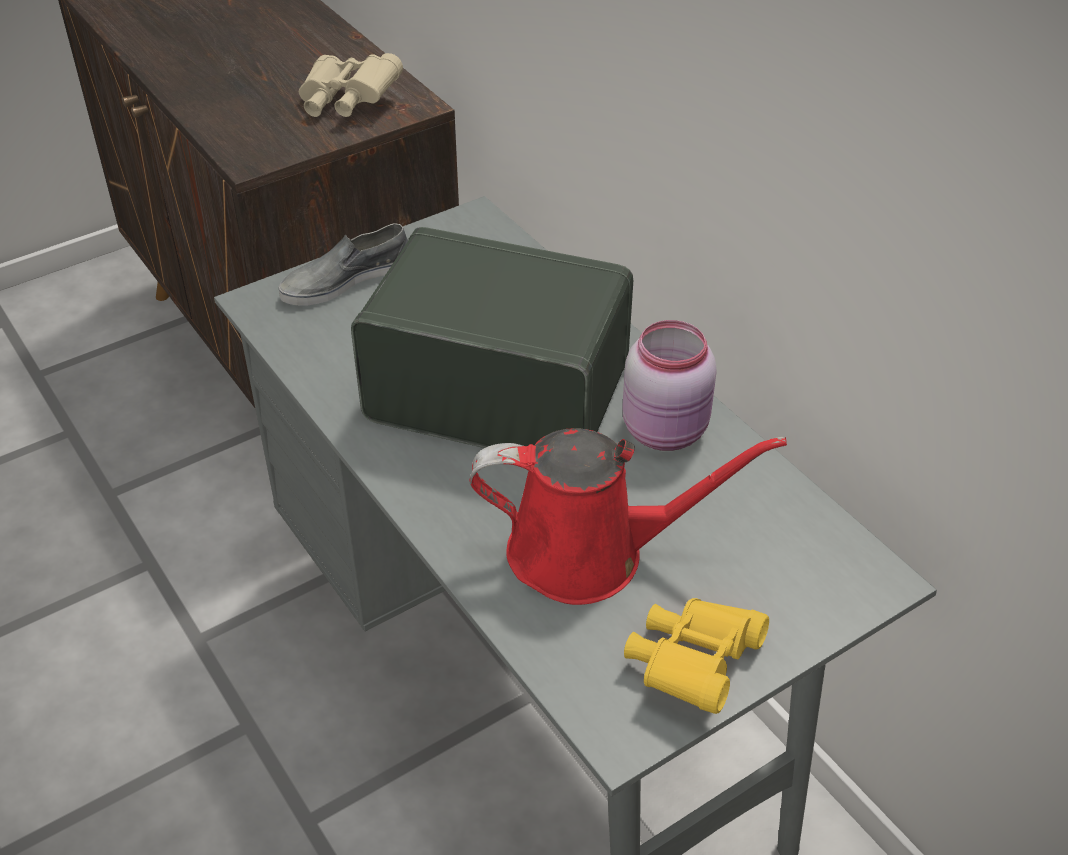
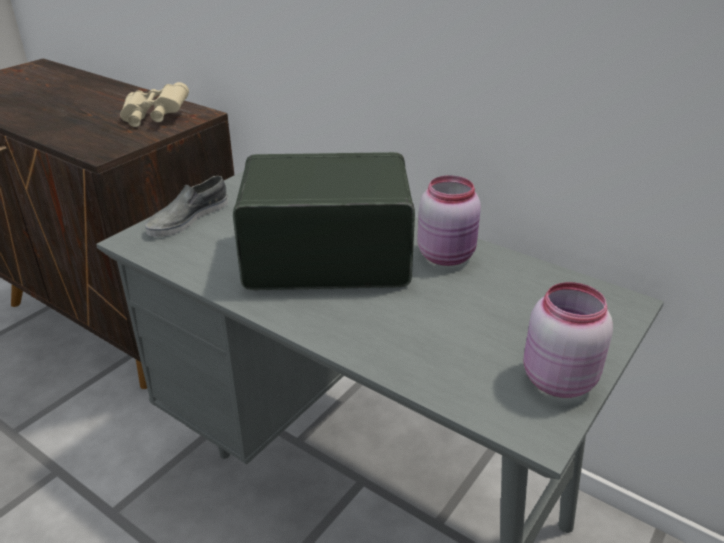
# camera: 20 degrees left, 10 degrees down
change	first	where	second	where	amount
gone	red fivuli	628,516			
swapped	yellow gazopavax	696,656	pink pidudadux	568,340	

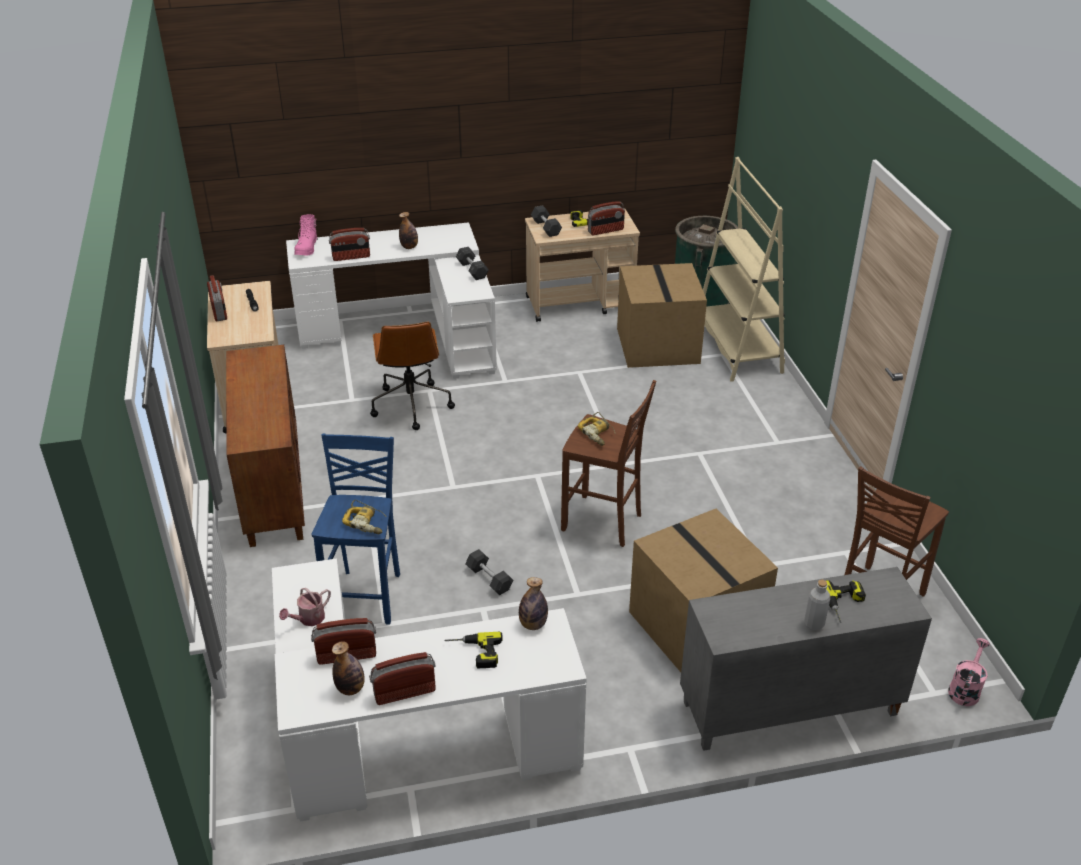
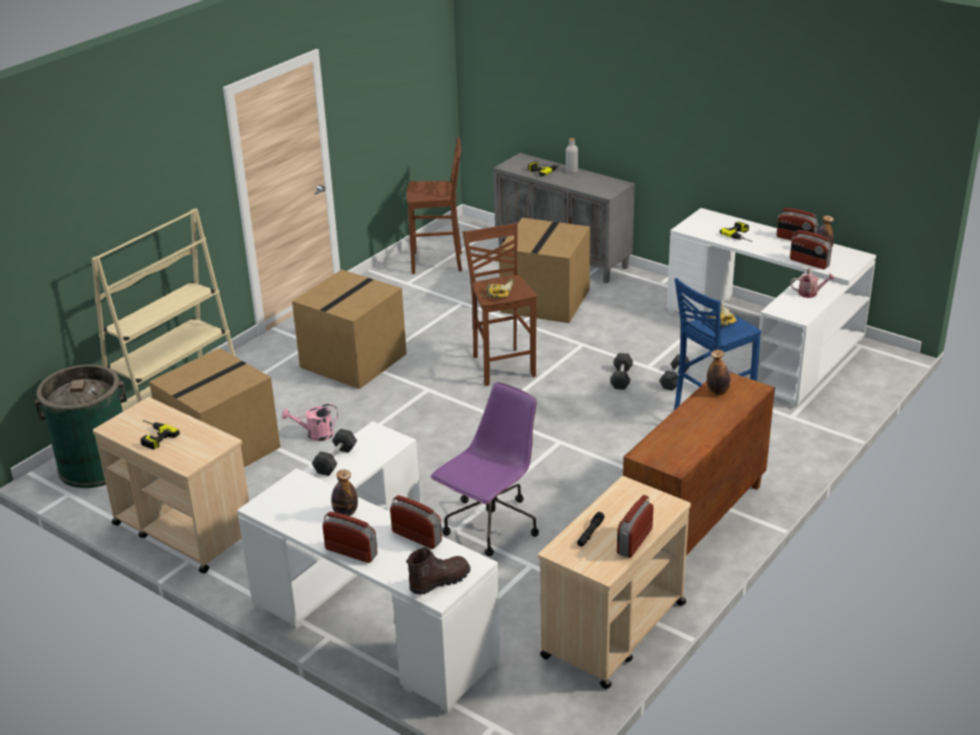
# camera: 130 degrees left, 5 degrees down
change	first	where	second	where	amount
new			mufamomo	349,329	
shifted	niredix	533,603		719,372	
shifted	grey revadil	546,221		674,372	
shifted	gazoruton	606,218		350,537	
shifted	pink fivuli	969,672		310,422	
repainted	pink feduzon	306,235	brown feduzon	438,571	
repainted	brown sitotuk	412,376	purple sitotuk	484,469	

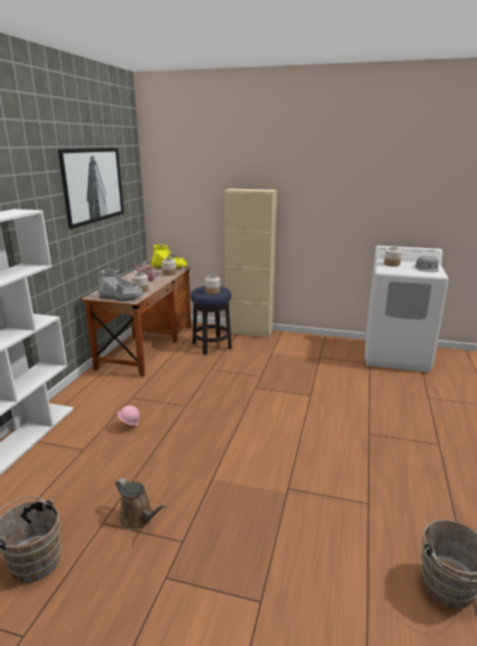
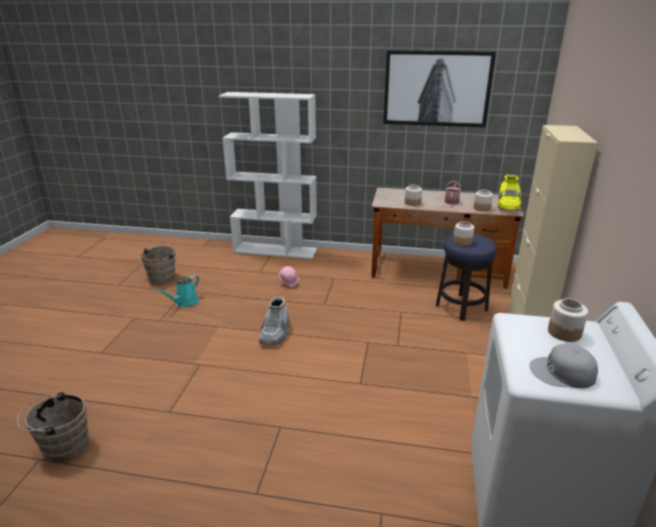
# camera: 85 degrees right, 5 degrees up
change	first	where	second	where	amount
shifted	grey feduzon	121,285		274,321	
repainted	brown fivuli	141,504	turquoise fivuli	177,291	

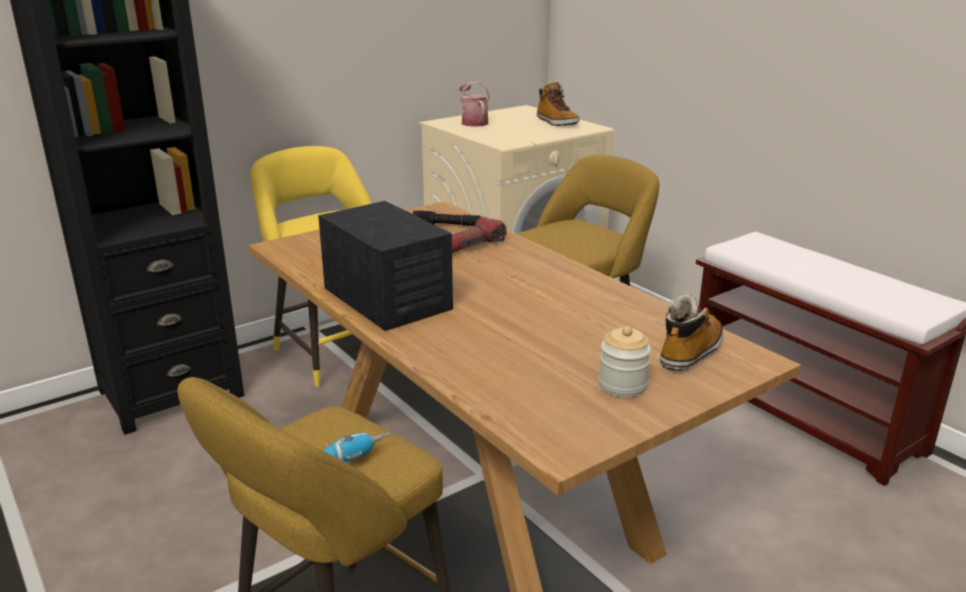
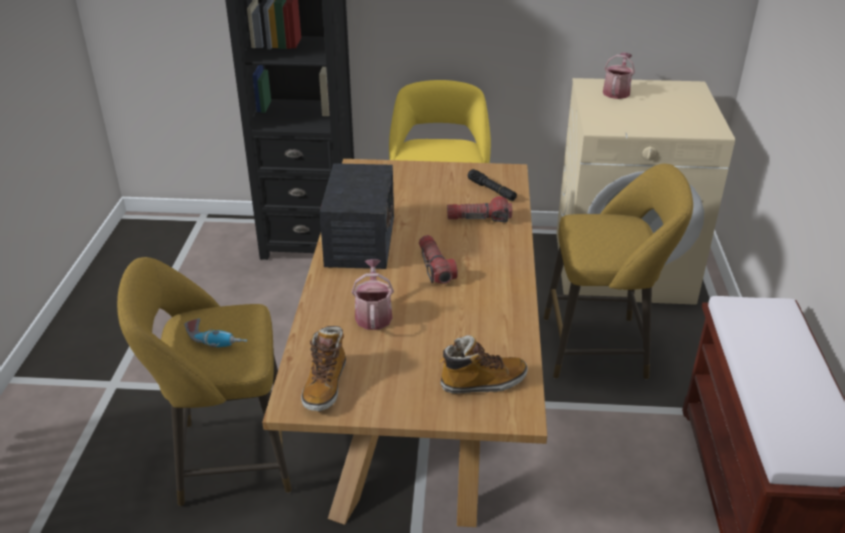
# camera: 40 degrees right, 10 degrees up
change	first	where	second	where	amount
gone	pidudadux	625,361			
new			fivuli	373,294	
new			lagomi	438,259	
shifted	feduzon	558,103		323,368	

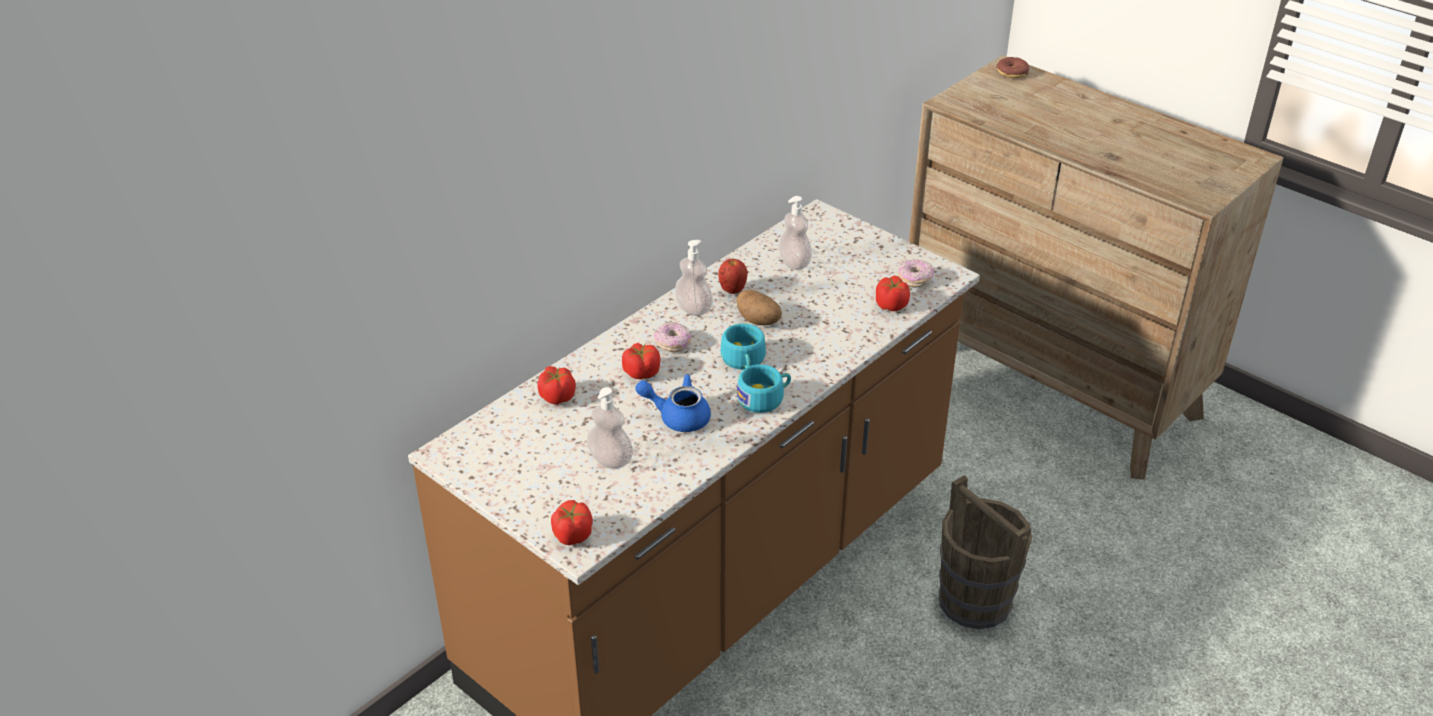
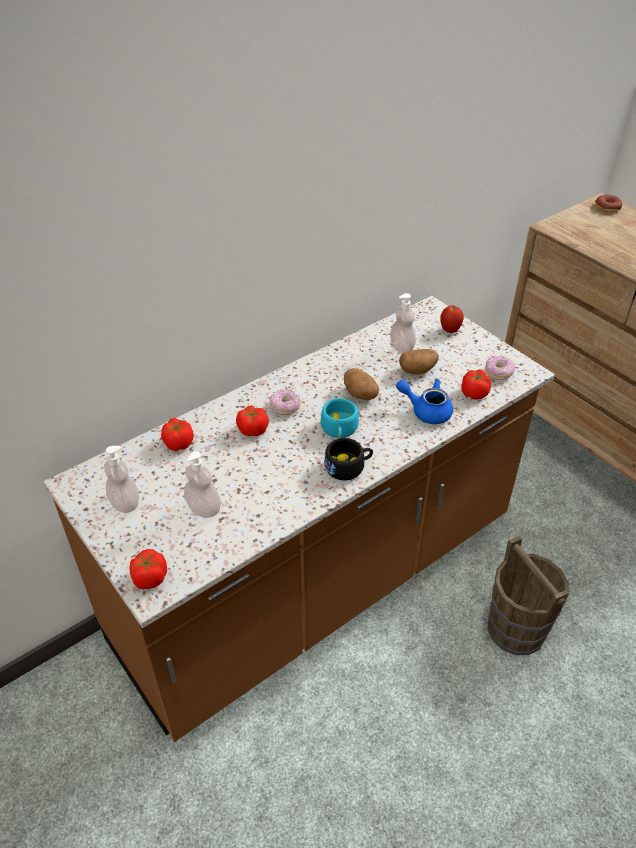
# camera: 10 degrees right, 5 degrees up
change	first	where	second	where	amount
new			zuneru	419,362	
shifted	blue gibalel	673,403		424,401	
shifted	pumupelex	694,278		121,479	
shifted	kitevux	733,276		452,319	
repainted	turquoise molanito	764,388	black molanito	348,459	

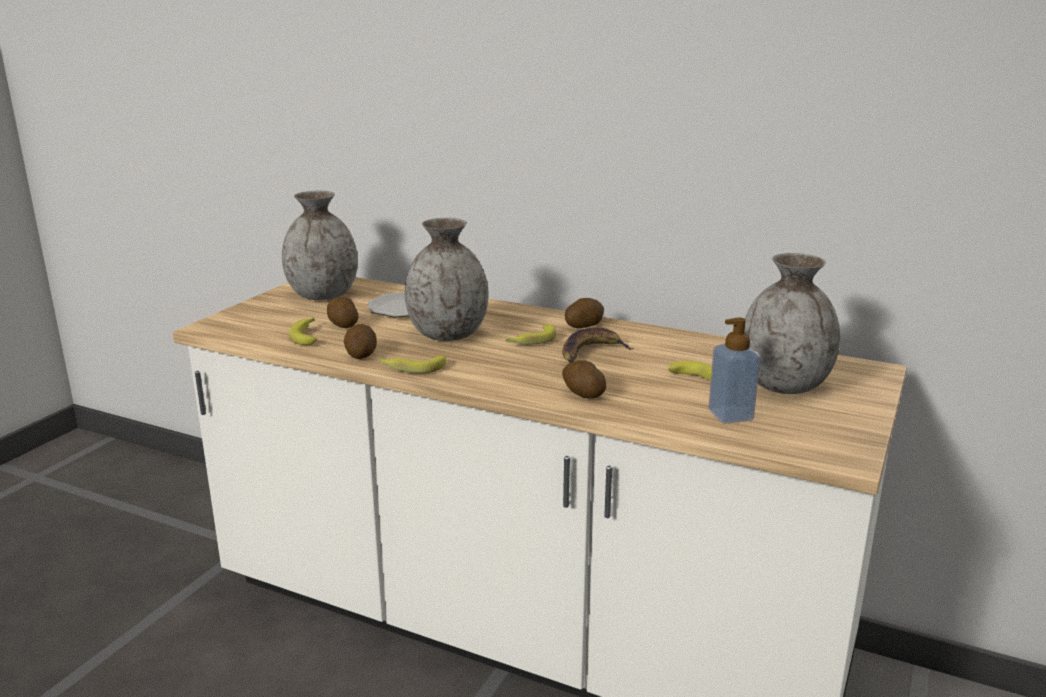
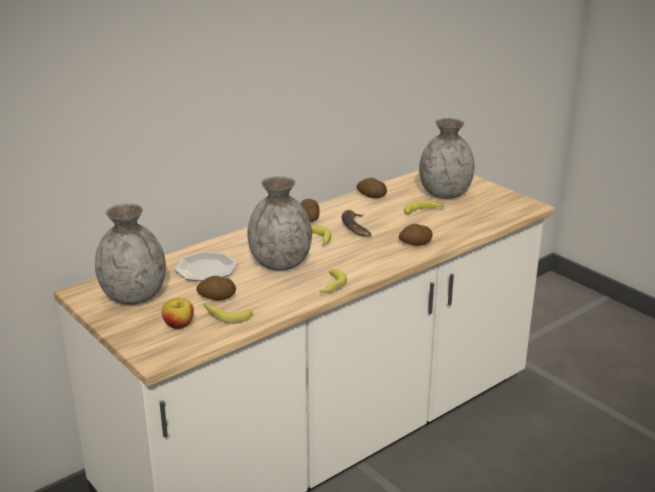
# camera: 65 degrees left, 5 degrees up
change	first	where	second	where	amount
gone	pumupelex	734,370			
new			kitevux	178,313	
shifted	zuneru	360,341		372,188	

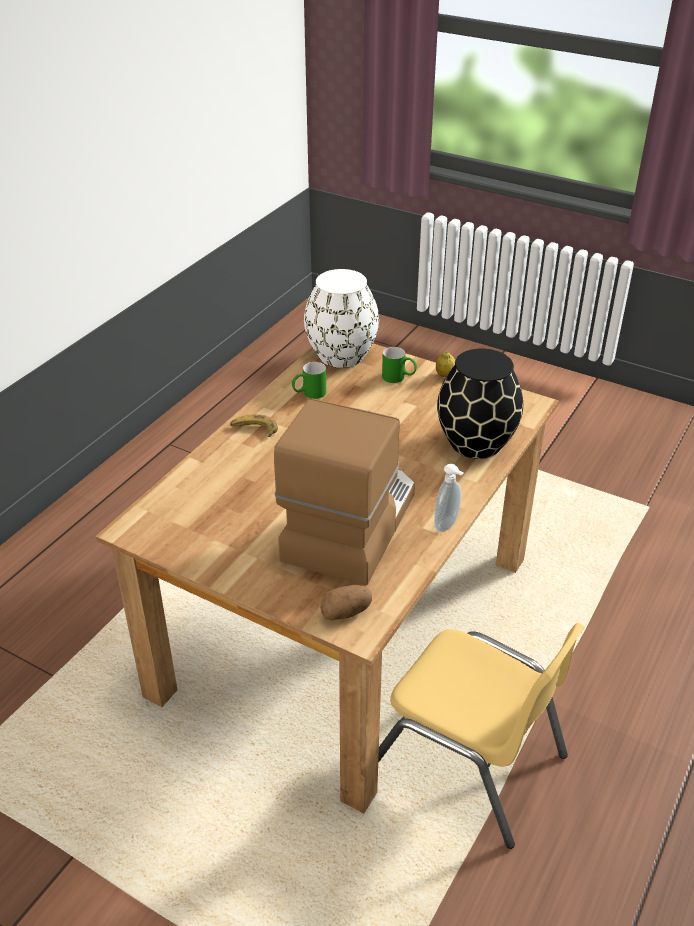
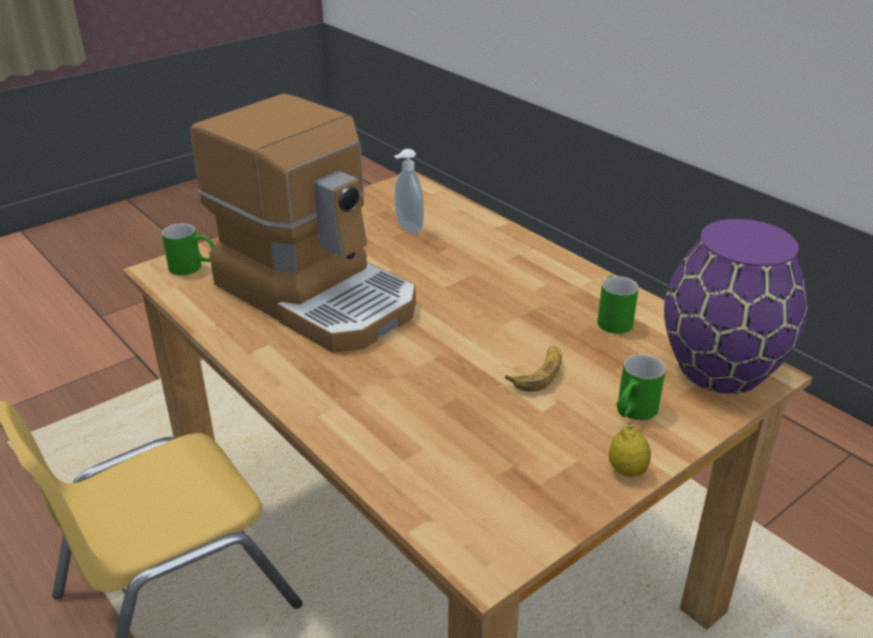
# camera: 110 degrees right, 5 degrees down
change	first	where	second	where	amount
gone	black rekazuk	480,404			
shifted	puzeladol	254,425		533,369	
shifted	pumupelex	448,498		409,191	
swapped	zuneru	346,602	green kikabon	188,249	
repainted	white rekazuk	341,318	purple rekazuk	735,306	

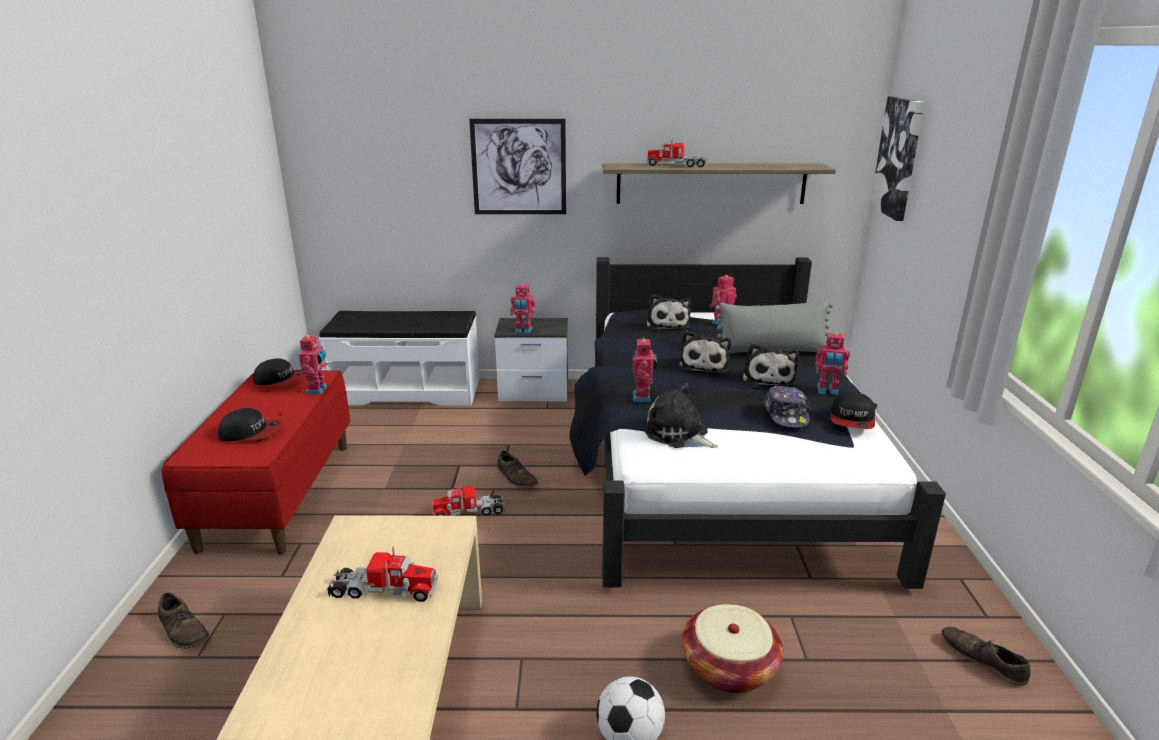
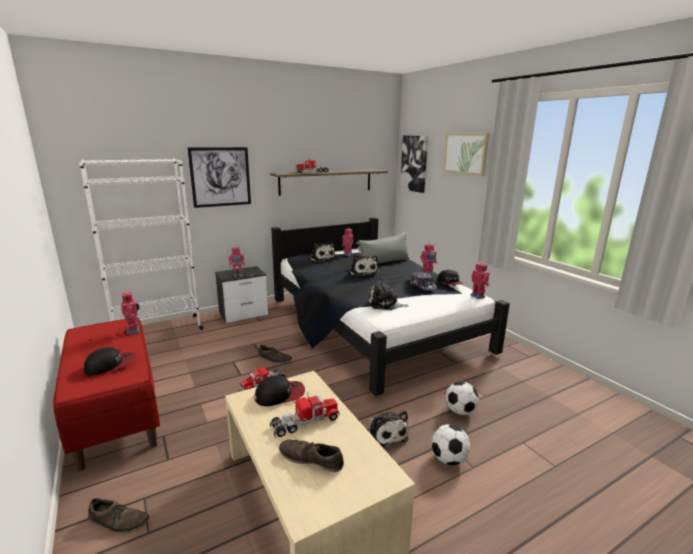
# camera: 30 degrees left, 5 degrees down
change	first	where	second	where	amount
new			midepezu	466,154	
shifted	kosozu	279,372		279,390	
shifted	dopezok	644,369		480,280	
shifted	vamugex	771,365		388,429	
shifted	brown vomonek	985,656		311,456	
swapped	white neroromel	399,358	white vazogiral	141,244	
swapped	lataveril	733,648	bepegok	462,398	

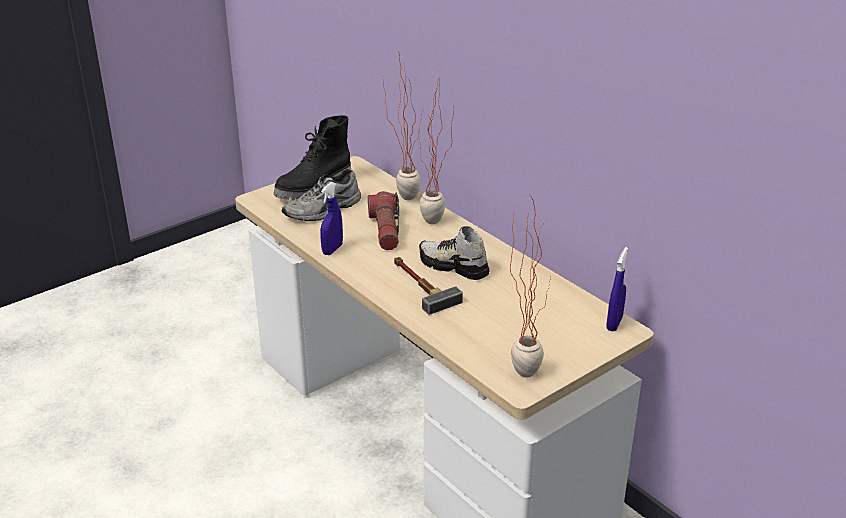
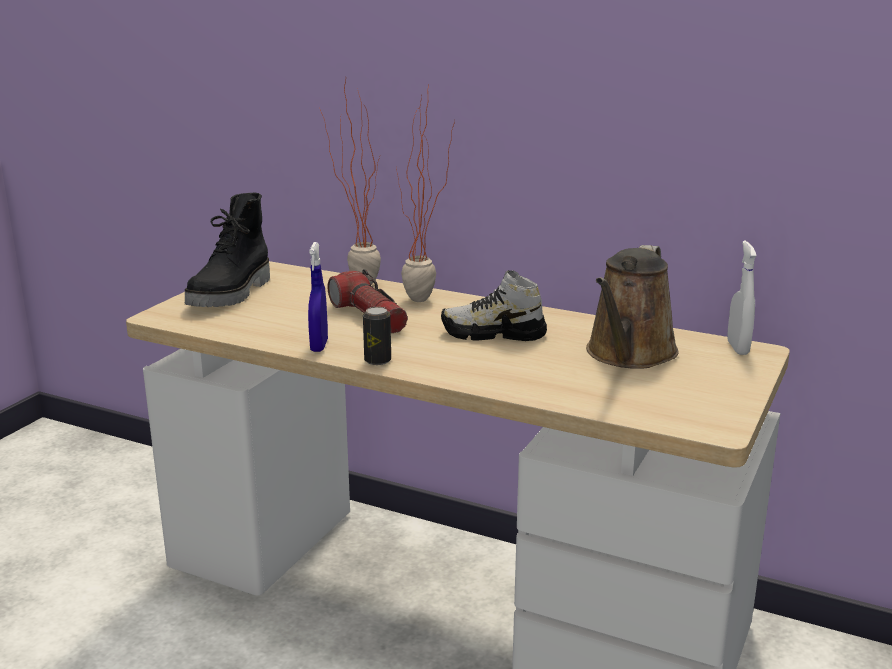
# camera: 25 degrees left, 10 degrees down
change	first	where	second	where	amount
gone	grey vomonek	321,195			
gone	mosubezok	428,286			
gone	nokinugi	530,288			
new			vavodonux	377,336	
new			brown fivuli	632,307	
repainted	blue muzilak	617,289	white muzilak	742,298	

